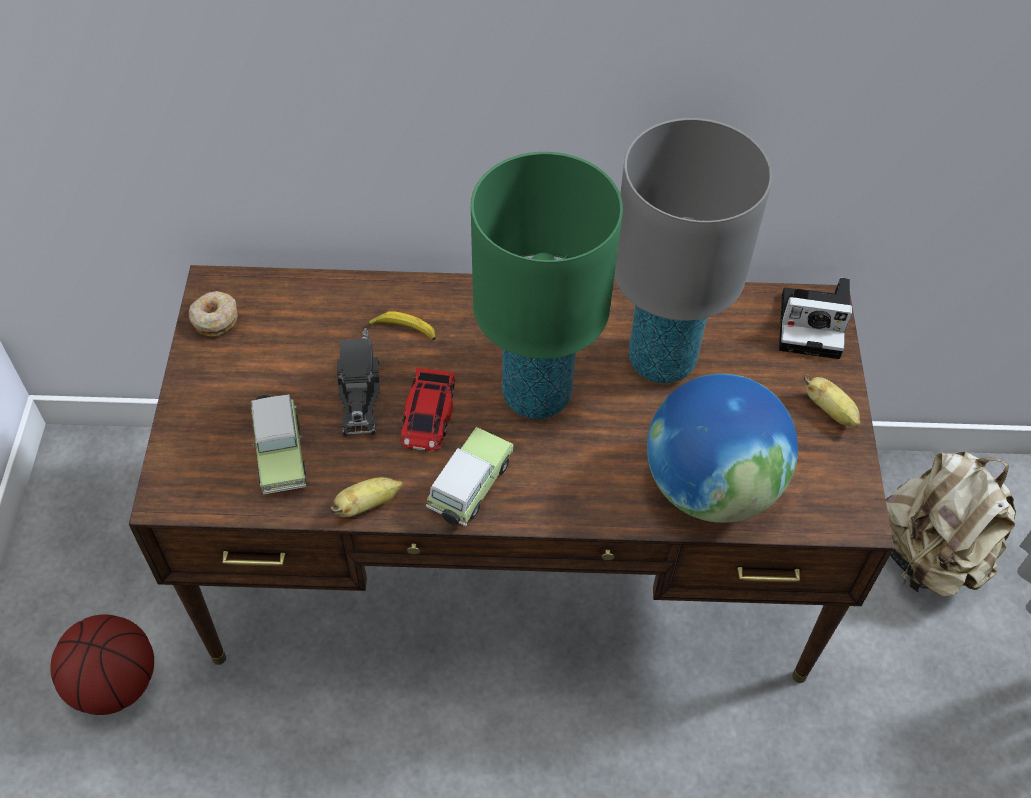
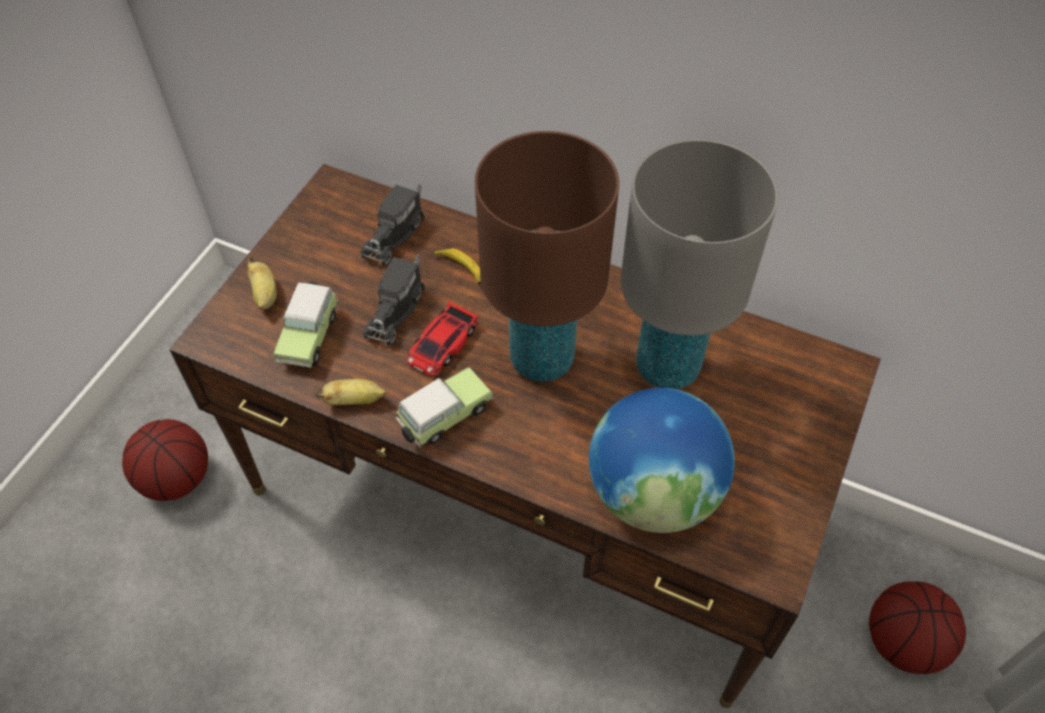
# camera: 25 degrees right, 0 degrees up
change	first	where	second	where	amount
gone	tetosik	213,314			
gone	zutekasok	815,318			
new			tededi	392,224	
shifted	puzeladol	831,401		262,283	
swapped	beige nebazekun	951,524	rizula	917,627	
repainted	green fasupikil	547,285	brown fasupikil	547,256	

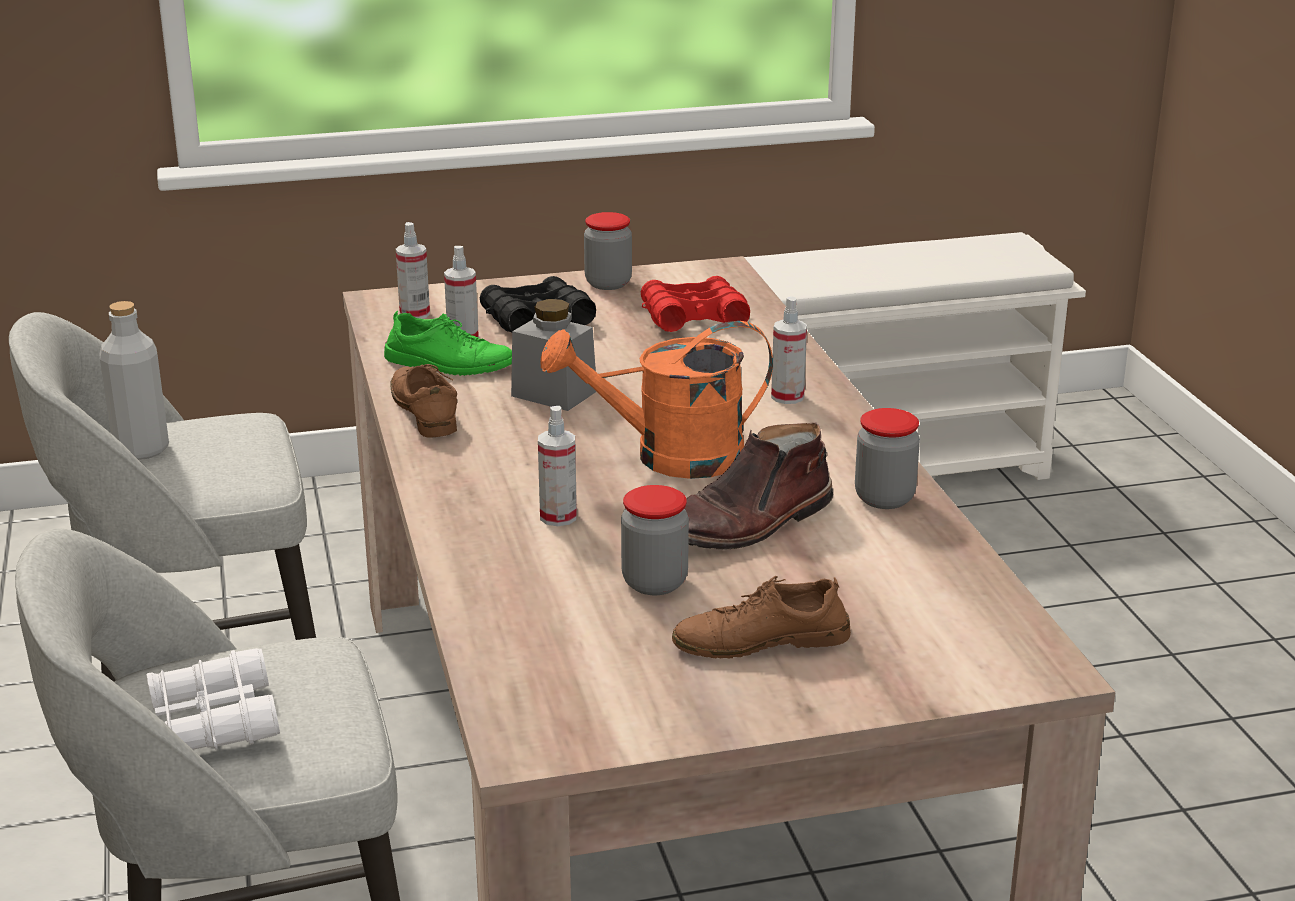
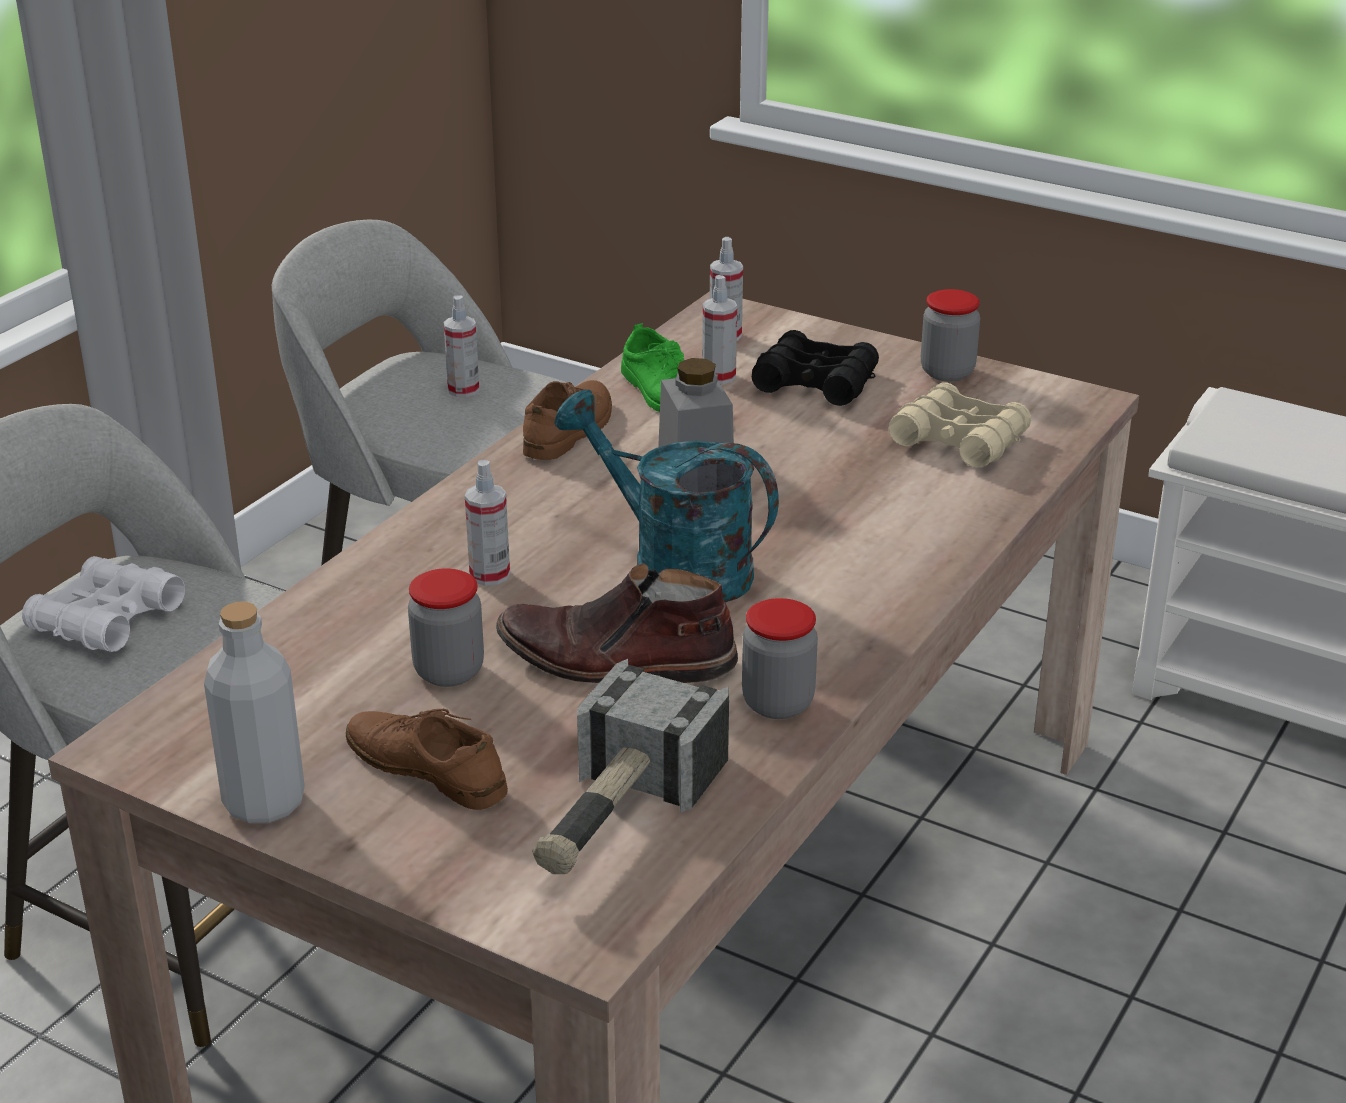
# camera: 45 degrees right, 5 degrees up
change	first	where	second	where	amount
new			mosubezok	630,766	
shifted	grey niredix	134,380		254,713	
shifted	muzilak	789,350		462,346	
repainted	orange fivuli	657,400	turquoise fivuli	667,495	
repainted	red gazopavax	695,304	beige gazopavax	960,425	

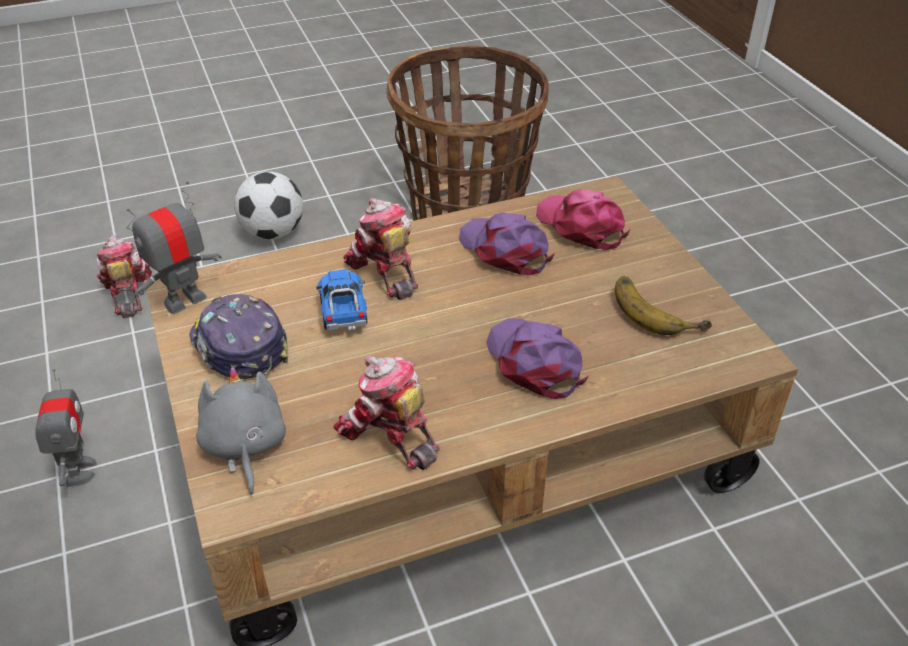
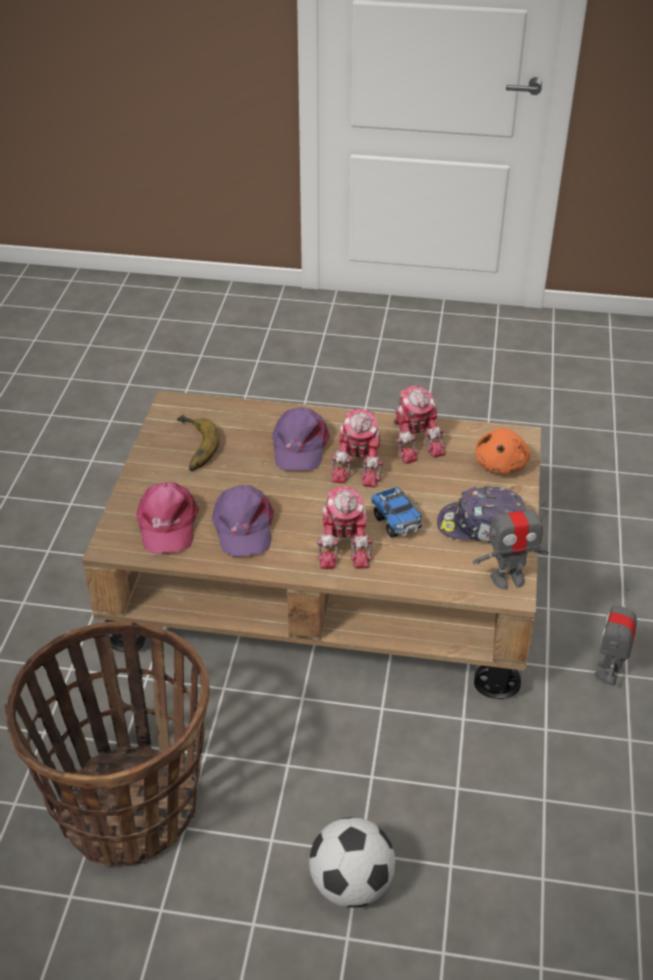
# camera: 150 degrees left, 0 degrees up
change	first	where	second	where	amount
shifted	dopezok	124,276		356,448	
repainted	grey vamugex	241,430	orange vamugex	503,451	
rotated	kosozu	239,336		481,514	105 degrees clockwise
rotated	tededi	341,299		396,512	45 degrees counterclockwise

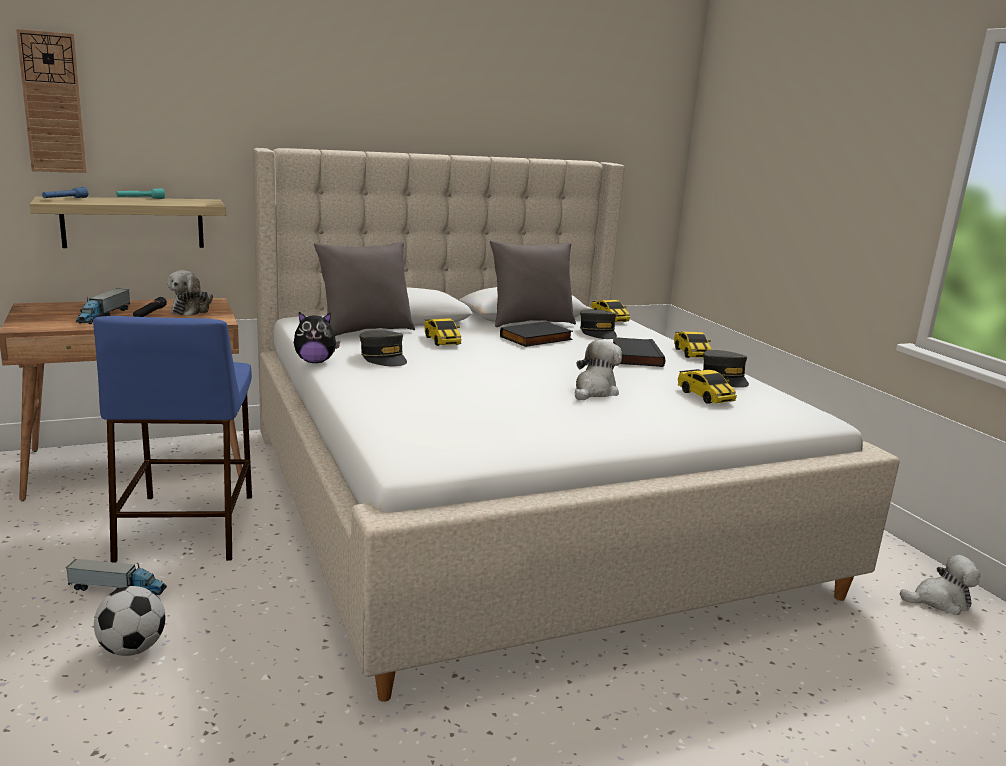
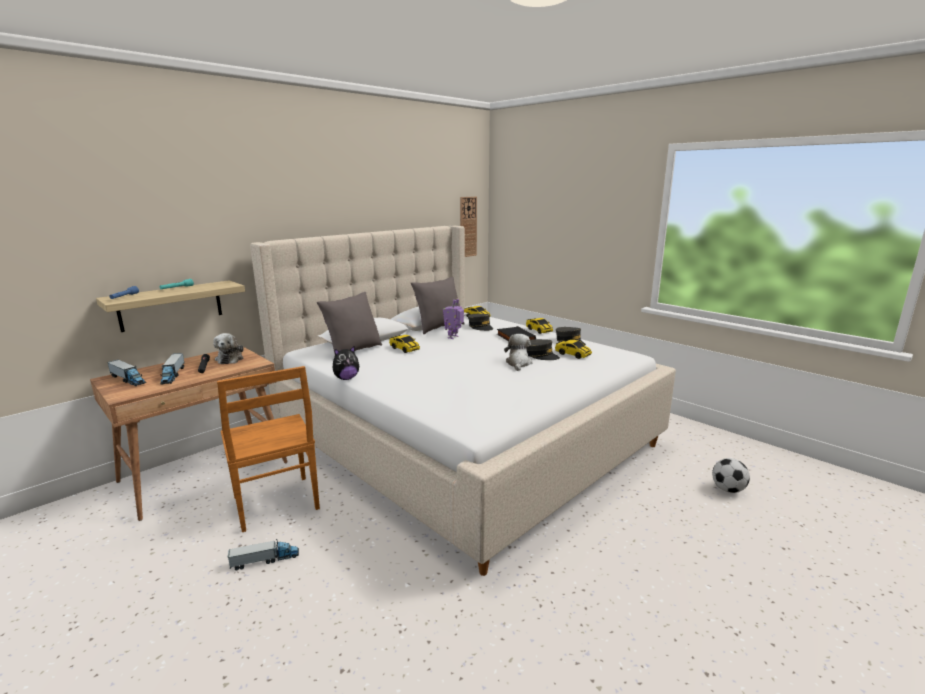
# camera: 20 degrees left, 0 degrees up
change	first	where	second	where	amount
gone	vamugex	940,584			
new			tededi	126,373	
shifted	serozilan	51,101		468,227	
shifted	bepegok	129,621		731,475	
shifted	grey kosozu	383,348		543,349	
swapped	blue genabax	172,439	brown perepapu	268,449	
swapped	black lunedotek	536,334	dopezok	453,319	

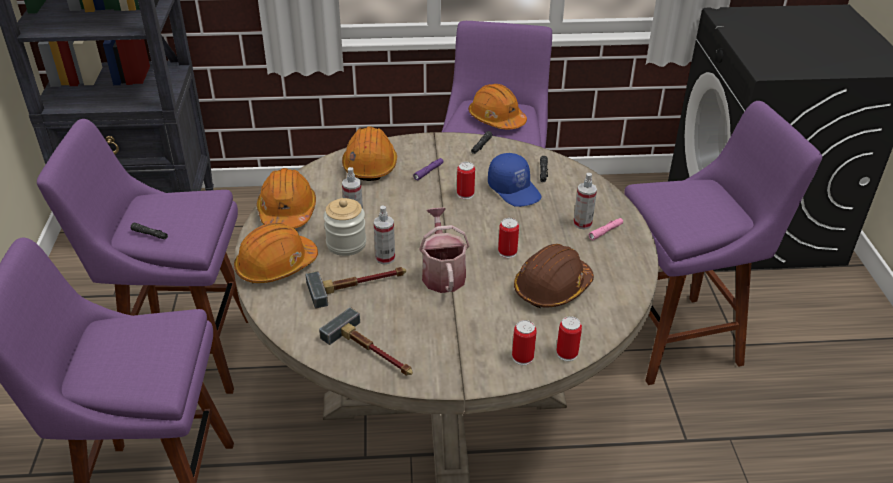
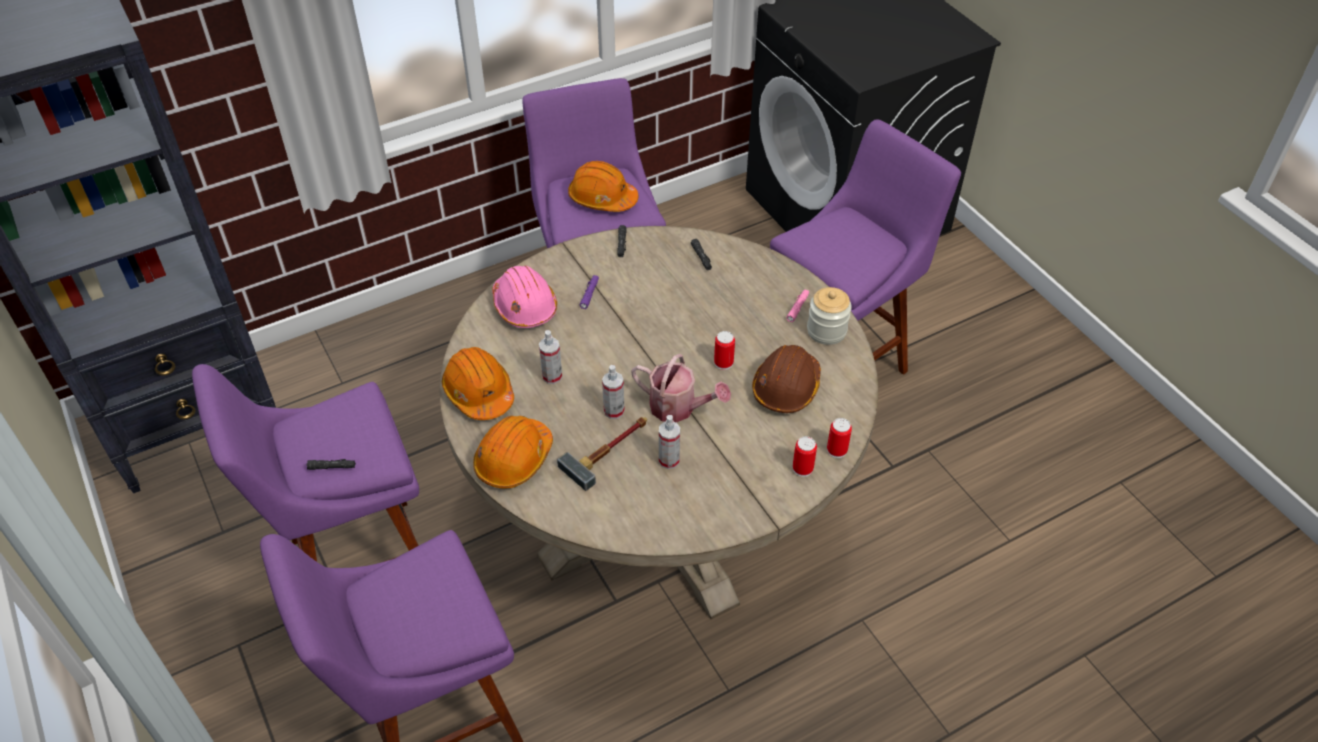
# camera: 25 degrees left, 10 degrees up
change	first	where	second	where	amount
gone	mosubezok	366,341			
gone	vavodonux	466,180			
gone	blue kosozu	515,180			
shifted	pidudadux	344,227		829,316	
shifted	muzilak	585,201		669,442	
repainted	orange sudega	369,154	pink sudega	524,297	
rotated	fivuli	444,250		681,388	150 degrees clockwise

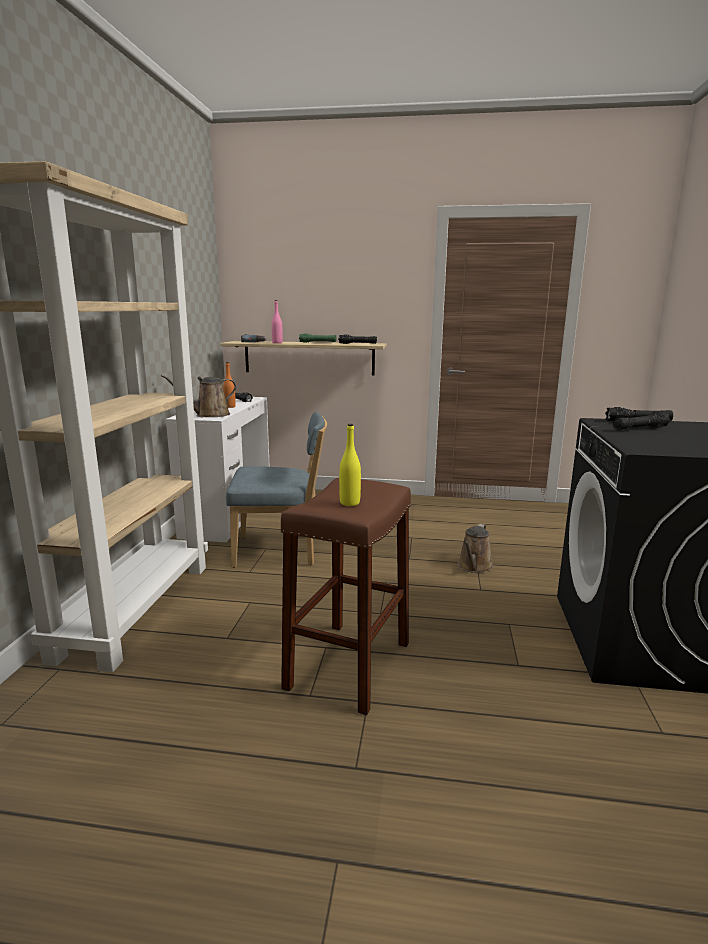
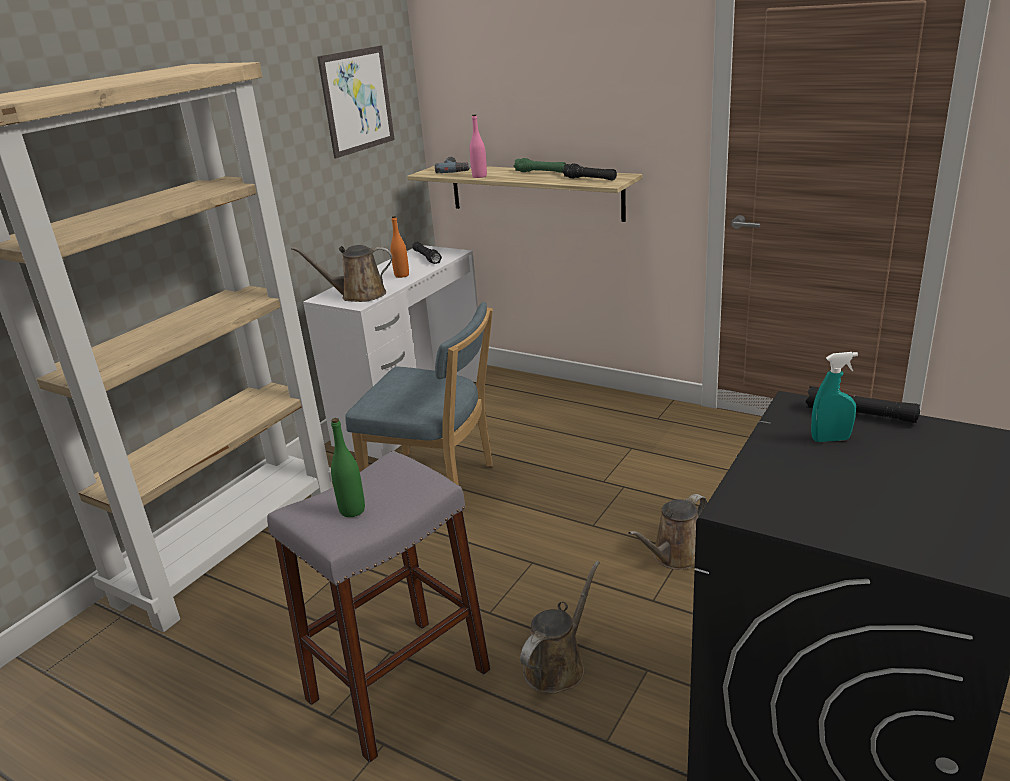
# camera: 25 degrees right, 10 degrees up
change	first	where	second	where	amount
new			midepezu	356,102	
new			brown fivuli	560,627	
swapped	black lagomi	641,421	turquoise muzilak	834,397	
repainted	brown genabax	346,596	grey genabax	378,607	
repainted	yellow niredix	350,465	green niredix	348,467	

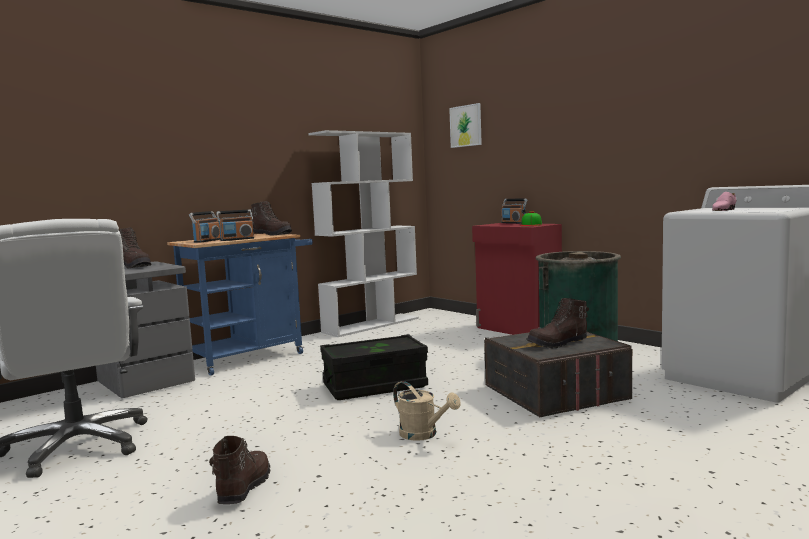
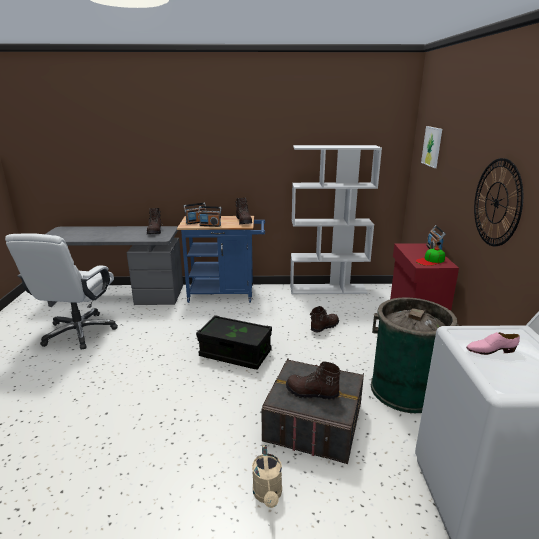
# camera: 40 degrees right, 15 degrees up
change	first	where	second	where	amount
new			serozilan	498,202	
shifted	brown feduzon	240,470		324,319	
shifted	beige fivuli	427,411		267,476	

